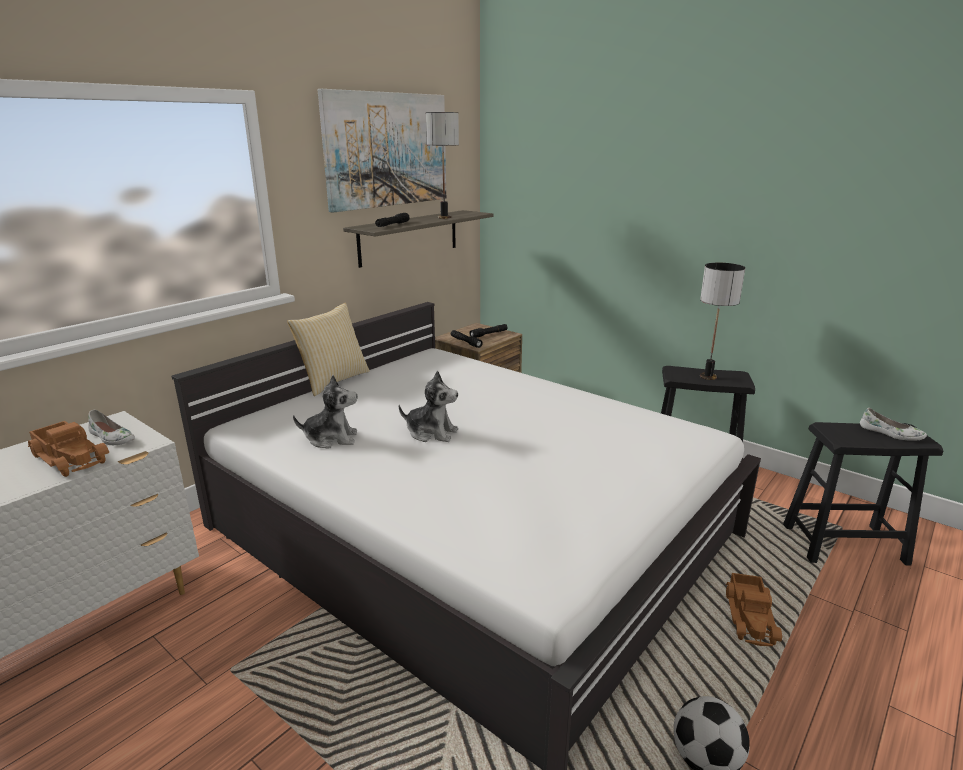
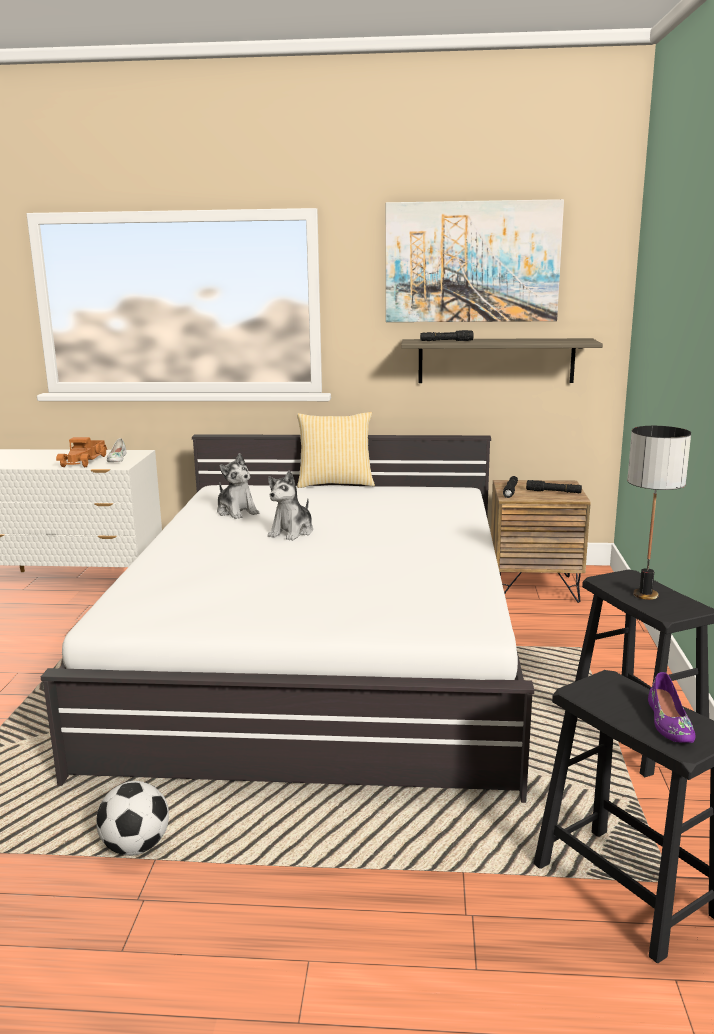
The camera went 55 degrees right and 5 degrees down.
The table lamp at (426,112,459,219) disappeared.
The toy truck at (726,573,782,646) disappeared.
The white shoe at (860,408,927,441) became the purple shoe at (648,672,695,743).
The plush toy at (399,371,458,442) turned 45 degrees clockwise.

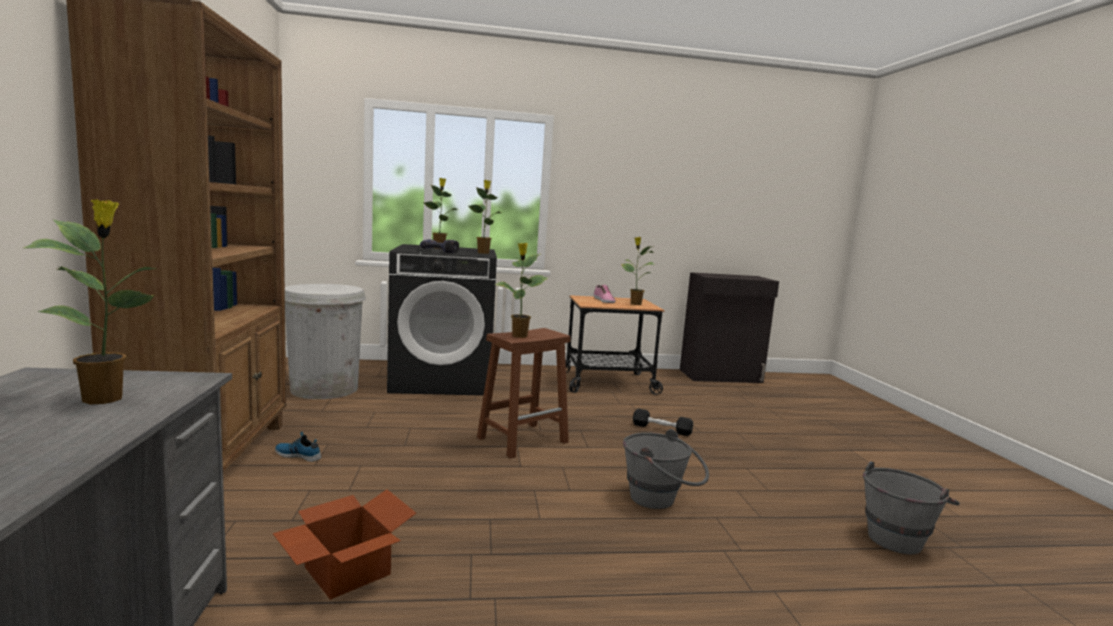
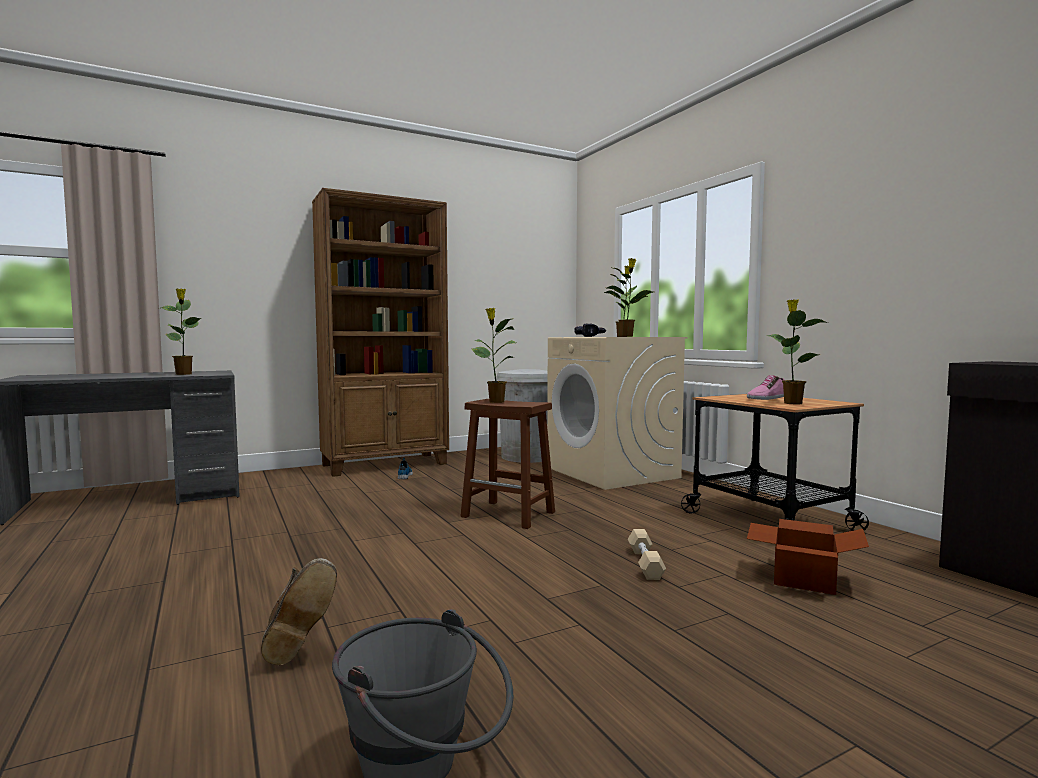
The camera went 70 degrees right and 5 degrees down.
The grey bucket at (623,429,709,509) disappeared.
The brown boot at (261,558,337,665) appeared.
The cardboard box moved from (273,489,416,600) to (747,519,869,595).
The black washing machine at (387,244,497,396) became the beige washing machine at (547,337,687,490).
The black dumbbell at (633,408,693,436) became the beige dumbbell at (628,529,666,580).

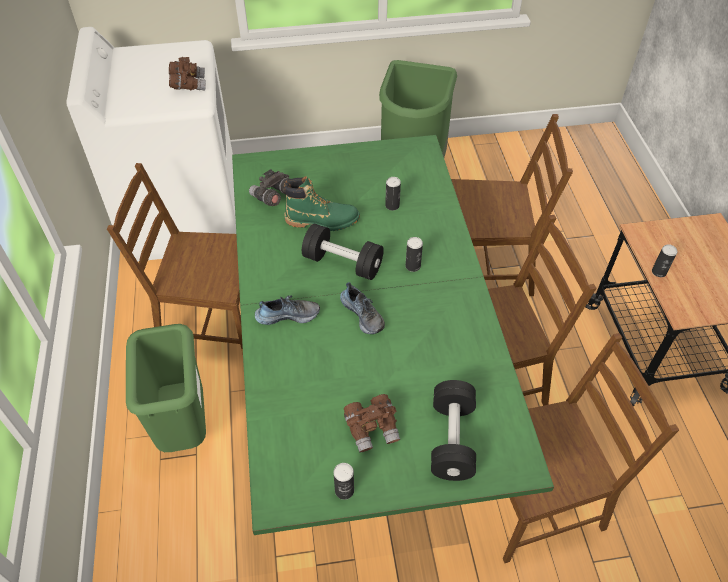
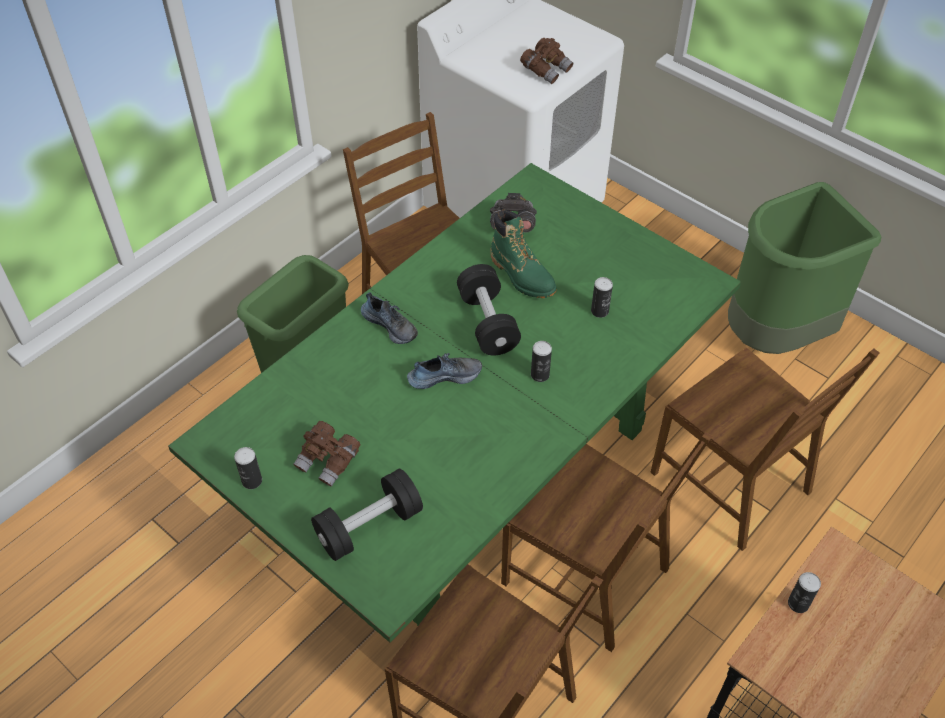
The camera went 50 degrees right and 0 degrees up.
The shoe at (340,282,385,334) turned 120 degrees counterclockwise.

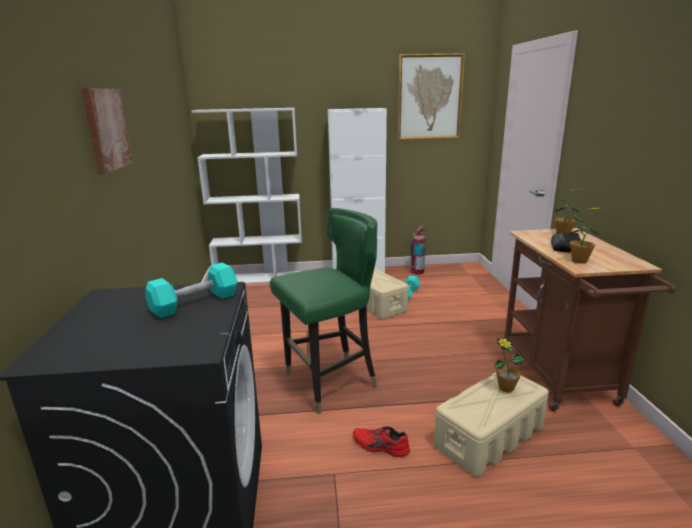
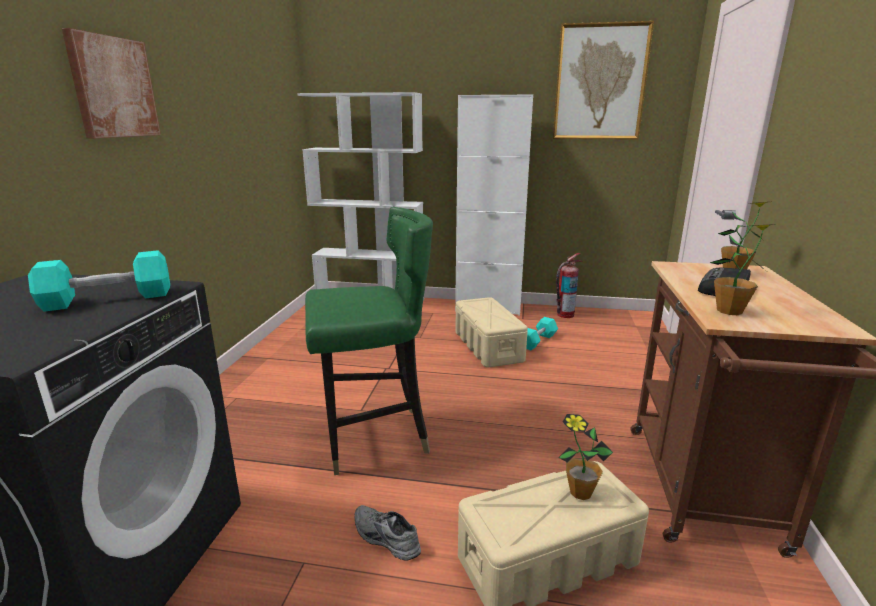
The camera went 15 degrees right and 0 degrees up.
The red shoe at (353,426,410,457) became the grey shoe at (355,505,421,561).

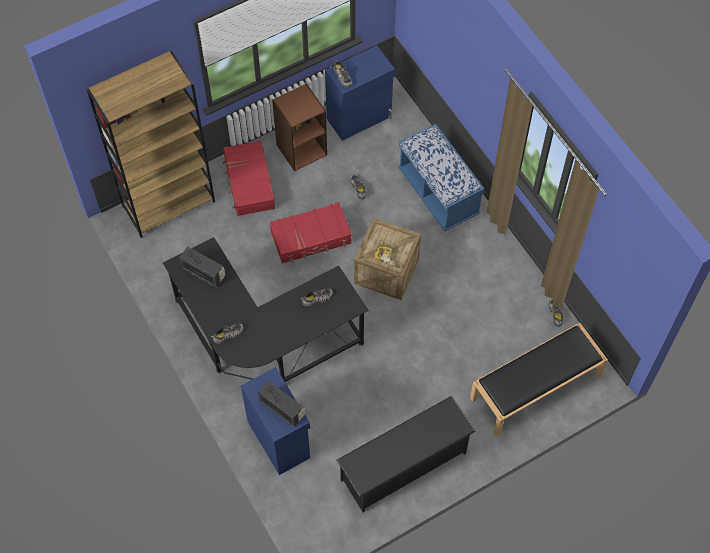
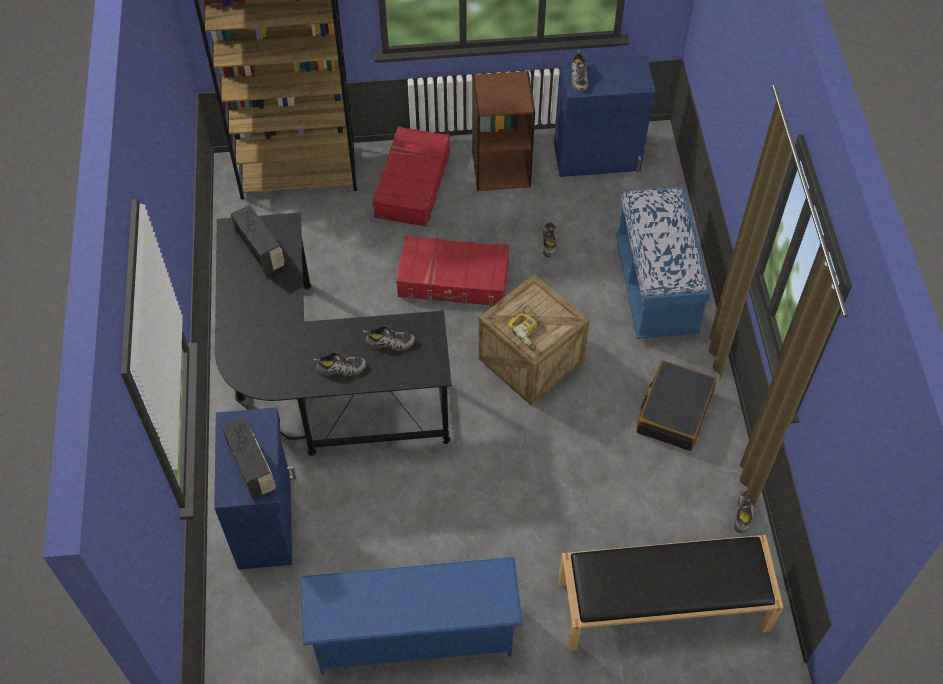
The camera went 25 degrees right and 5 degrees down.
The black suitcase at (636,360,717,451) appeared.
The shoe moved from (211,324,243,344) to (313,352,366,376).
The black shoe rack at (337,396,476,512) became the blue shoe rack at (301,557,523,674).

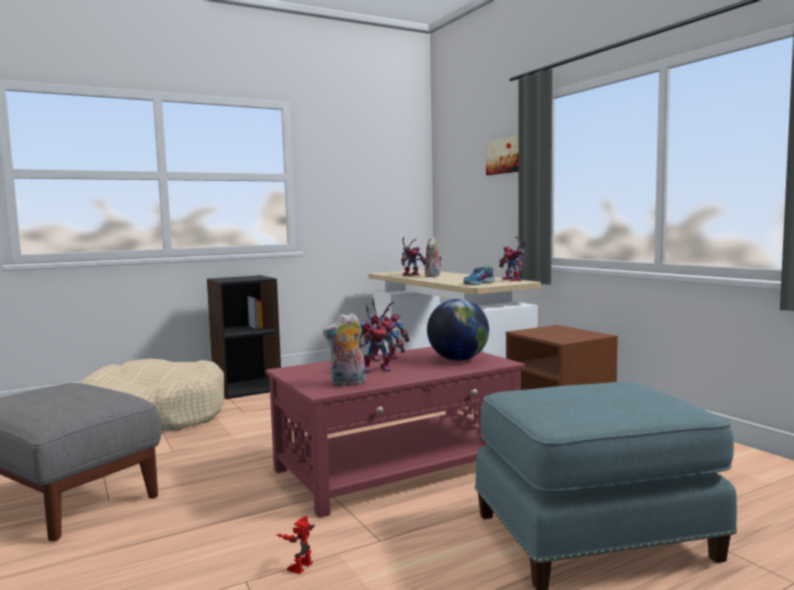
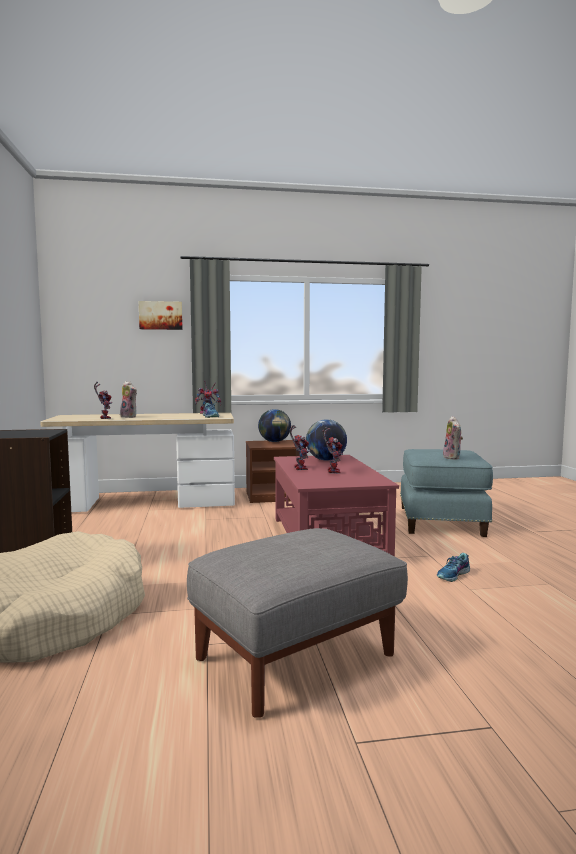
The camera went 70 degrees left and 0 degrees up.
The globe at (258,409,291,442) appeared.
The plush toy moved from (323,313,366,386) to (443,416,463,459).
The toy robot at (276,516,315,574) was replaced by the shoe at (437,553,470,582).

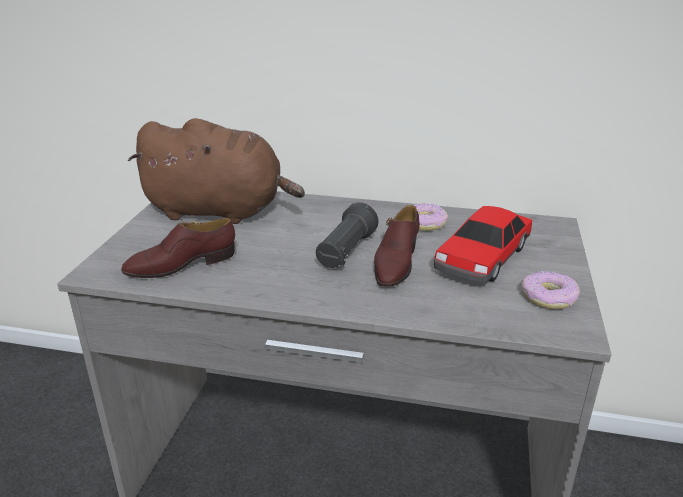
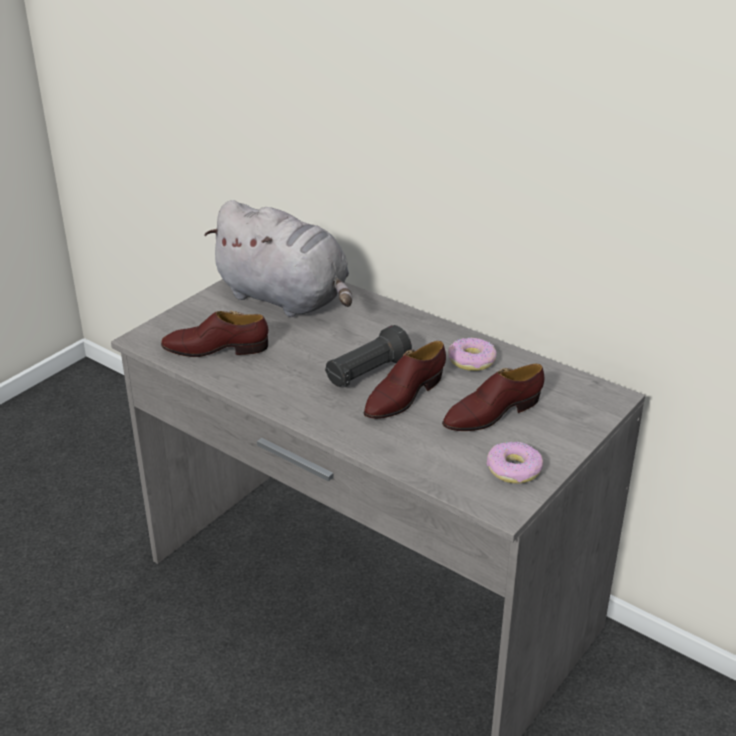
The camera went 25 degrees right and 5 degrees up.
The toy car at (434,206,532,284) was replaced by the brown shoe at (442,364,544,431).
The brown plush toy at (128,118,305,224) became the grey plush toy at (204,200,352,317).

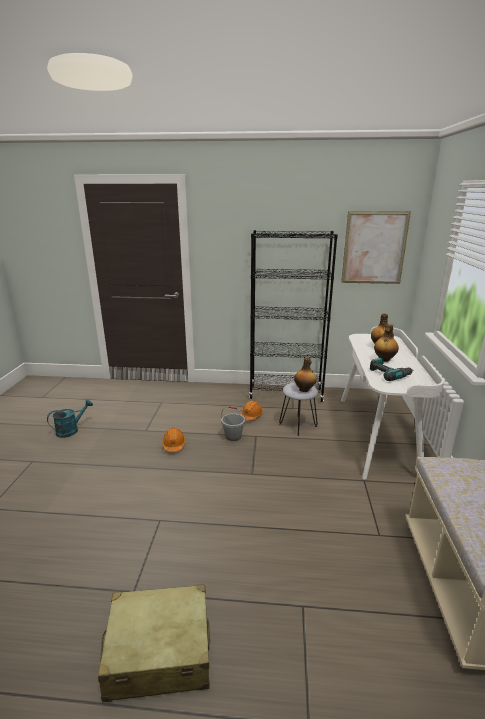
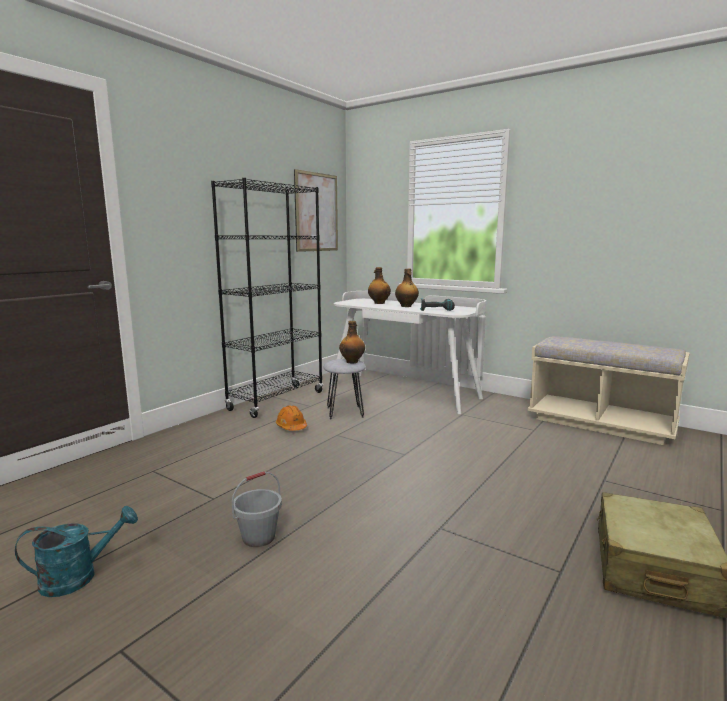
The camera went 60 degrees left and 10 degrees down.
The orange hard hat at (162,428,186,452) disappeared.
The grey bucket moved from (221,406,246,441) to (232,471,282,547).
The turquoise watering can at (47,399,93,438) turned 75 degrees clockwise.

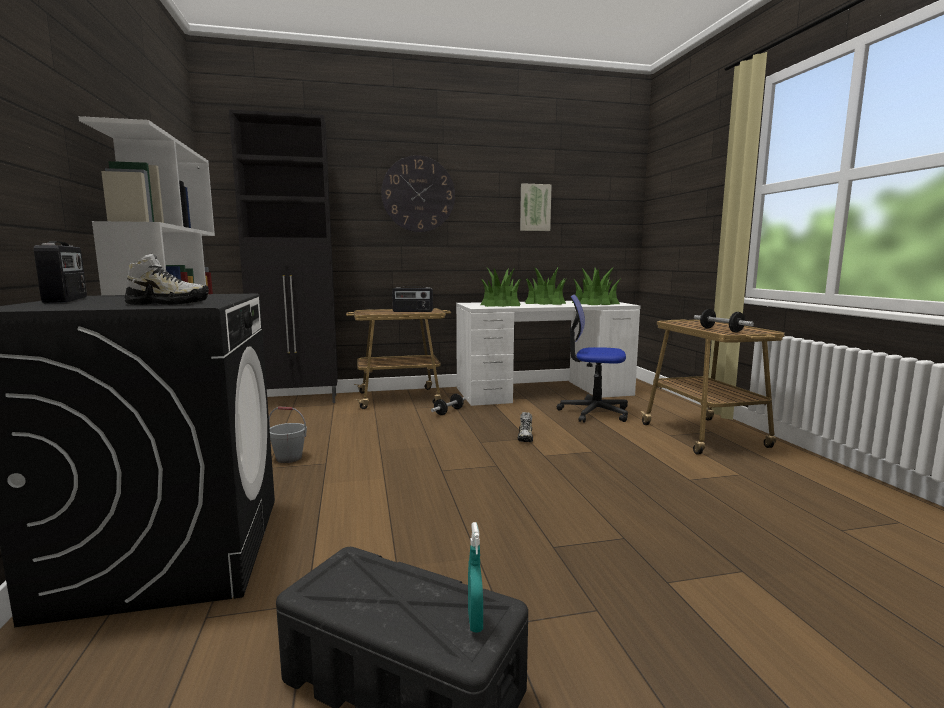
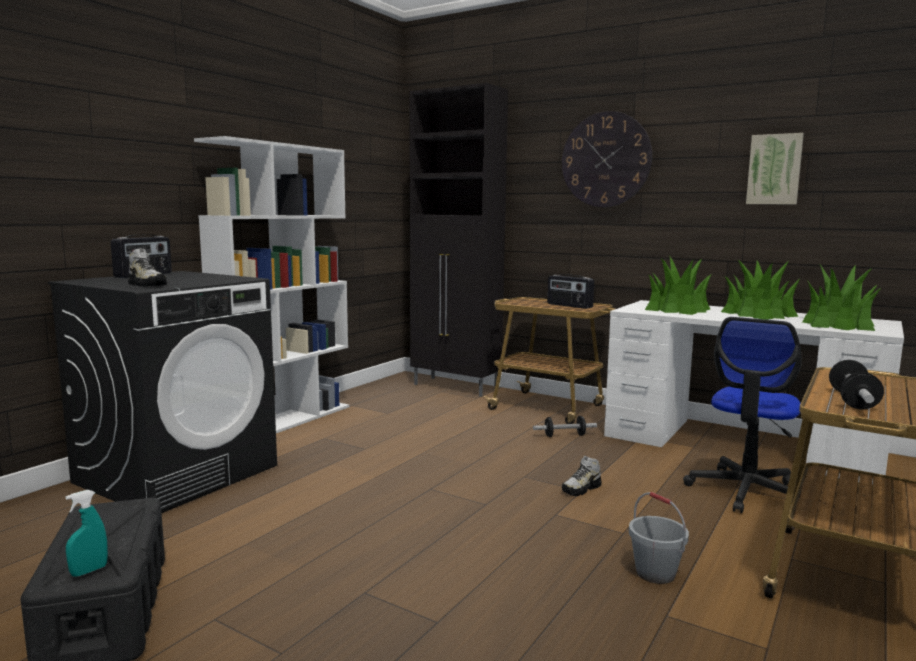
The camera went 45 degrees right and 0 degrees up.
The grey bucket moved from (269,407,307,463) to (629,492,689,584).
The office chair at (557,294,628,423) turned 120 degrees counterclockwise.

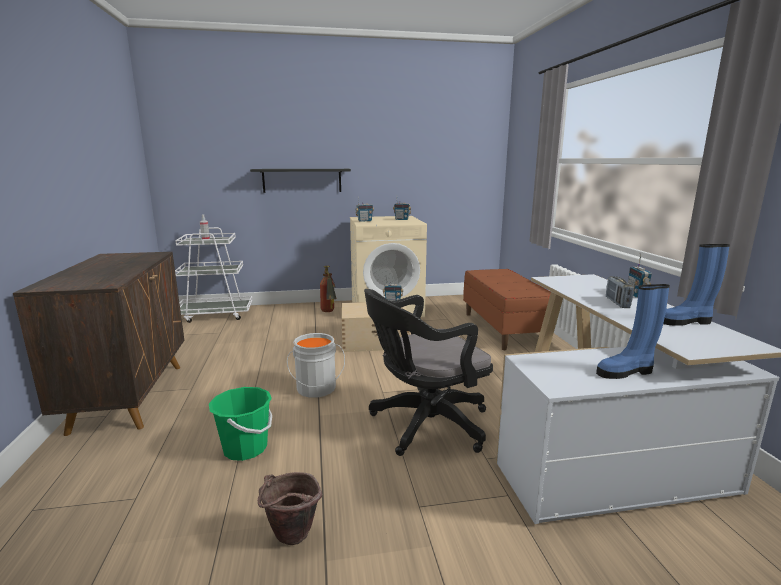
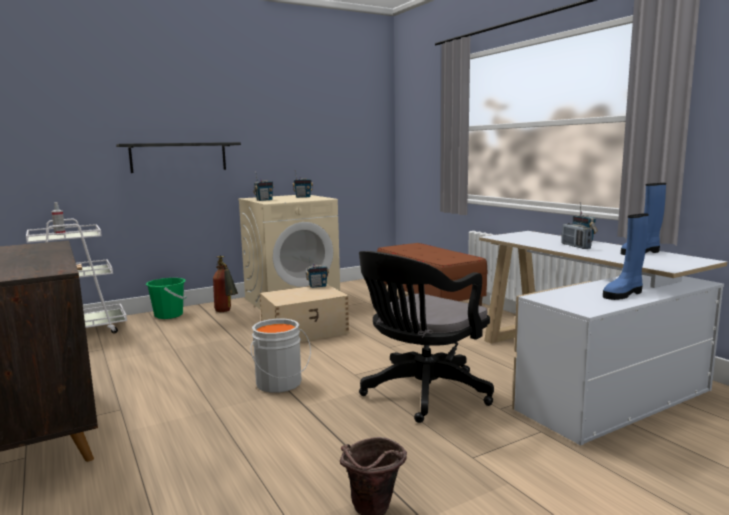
The camera went 20 degrees left and 5 degrees down.
The green bucket moved from (209,387,272,461) to (146,278,186,319).

